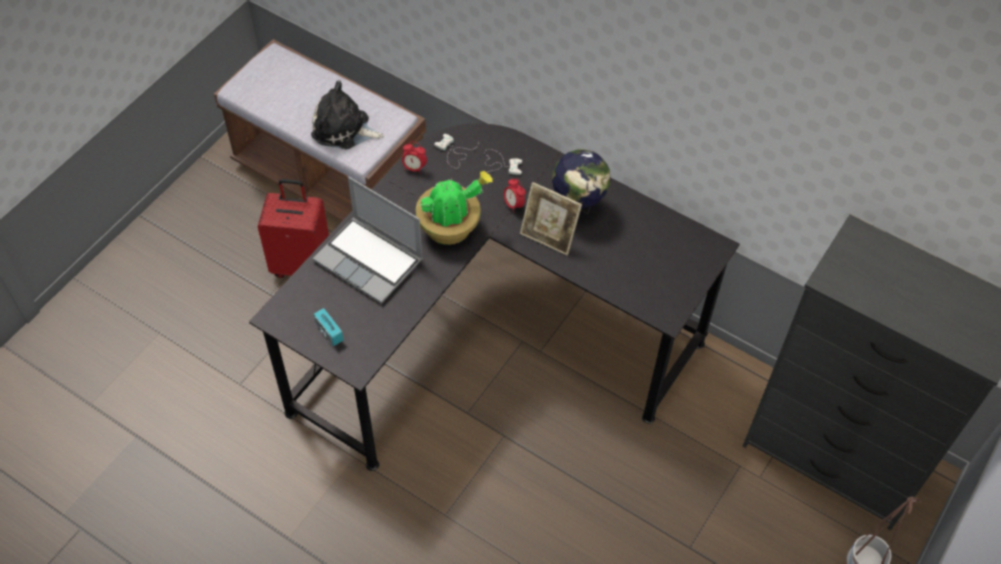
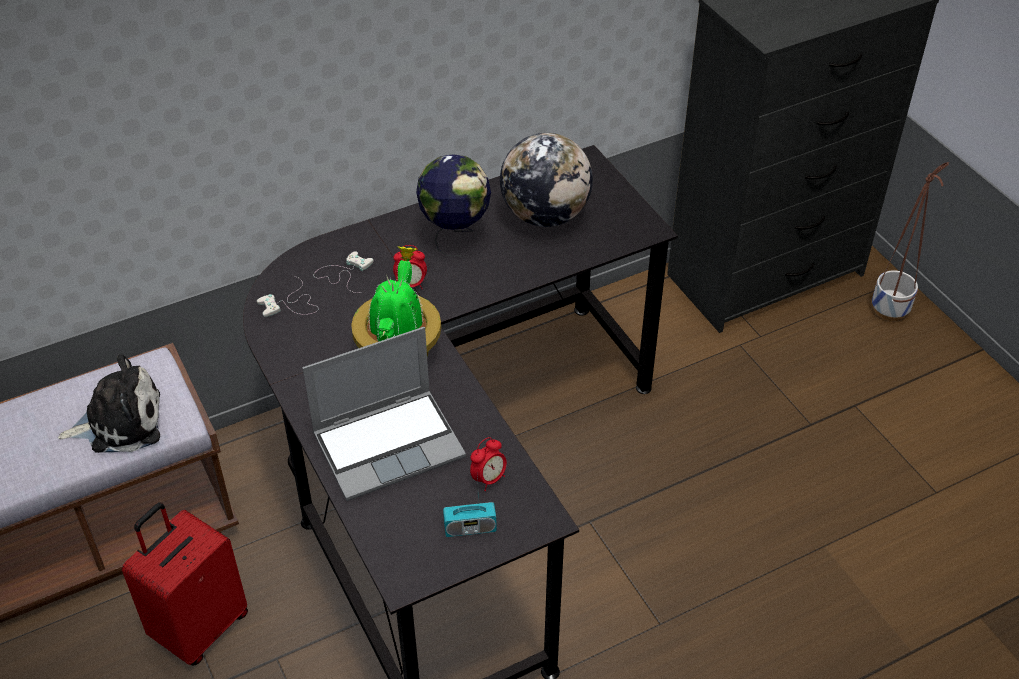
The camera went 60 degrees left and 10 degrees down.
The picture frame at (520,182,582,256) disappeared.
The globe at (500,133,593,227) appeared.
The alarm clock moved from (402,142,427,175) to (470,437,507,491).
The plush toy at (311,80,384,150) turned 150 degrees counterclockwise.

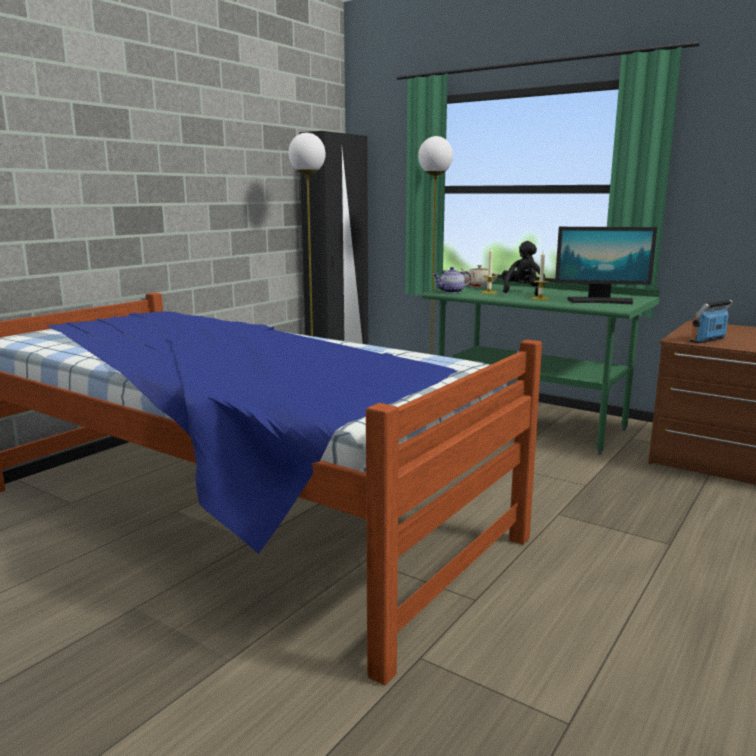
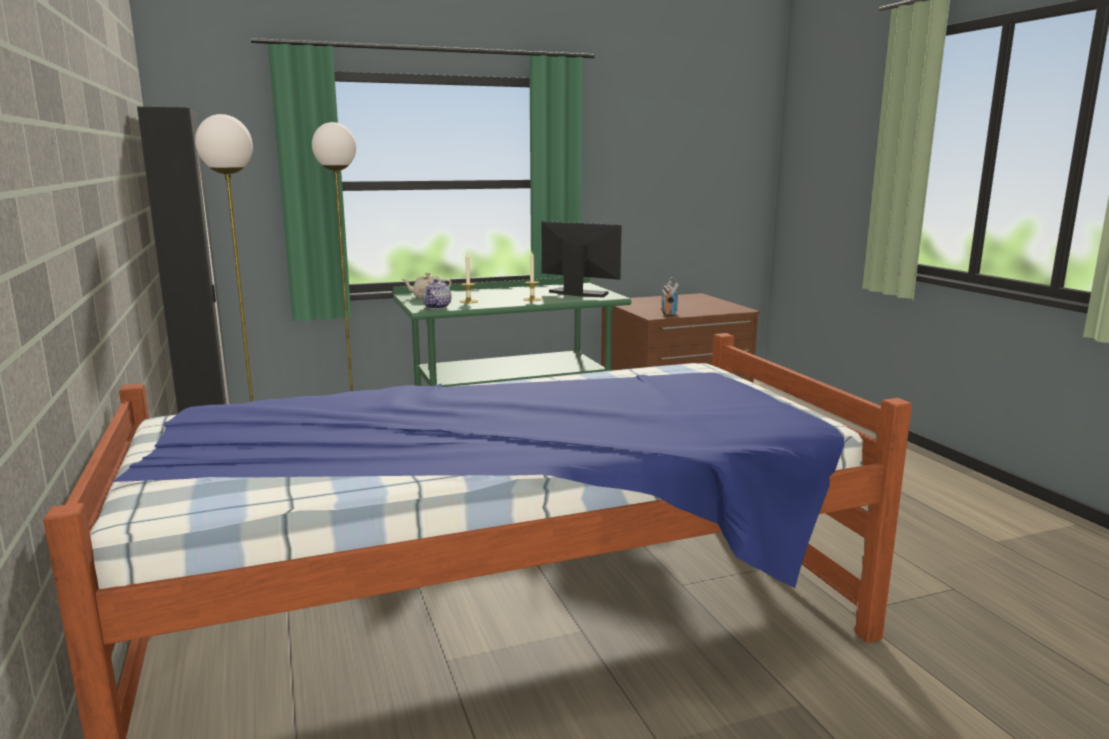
The camera went 55 degrees left and 0 degrees up.
The black plush toy at (502,241,545,296) disappeared.
The monitor at (555,227,657,304) turned 105 degrees counterclockwise.

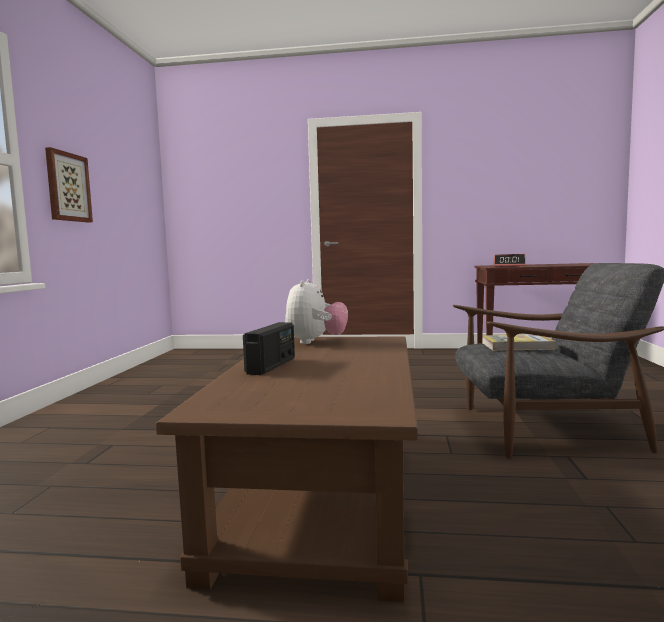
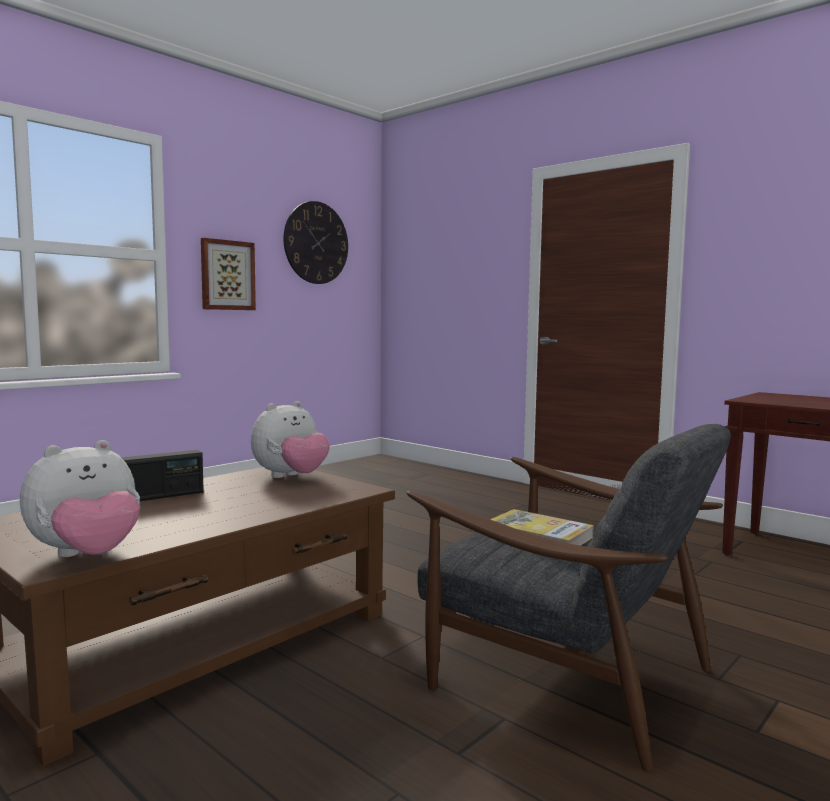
The camera went 35 degrees right and 0 degrees up.
The alarm clock at (494,254,526,267) disappeared.
The plush toy at (20,440,140,557) appeared.
The wall clock at (284,201,348,284) appeared.

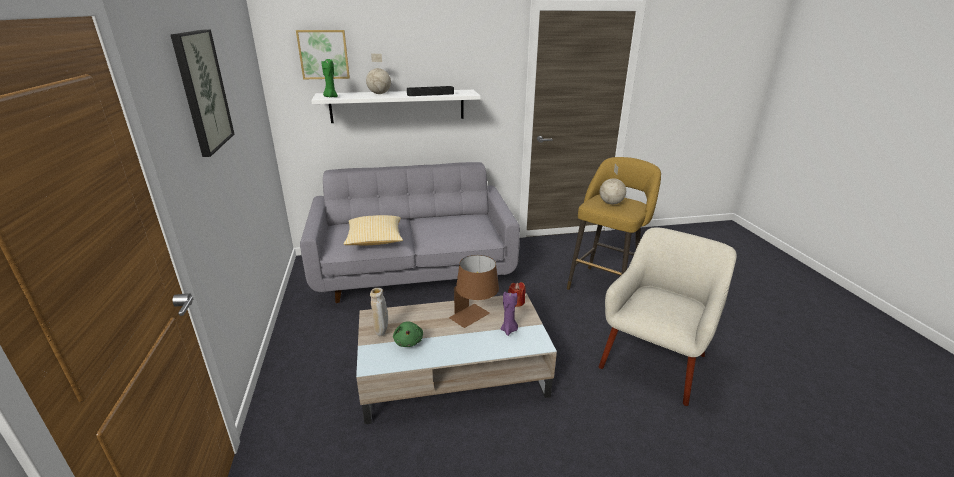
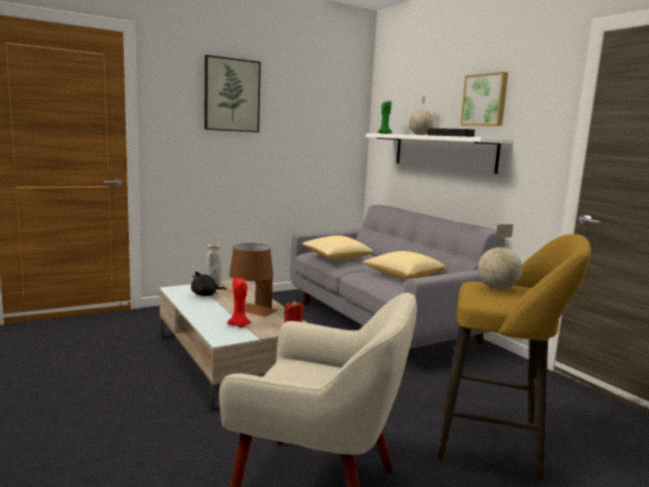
The camera went 70 degrees right and 15 degrees down.
The pillow at (363,251,446,280) appeared.
The picture moved from (296,30,350,79) to (460,72,508,126).
The green plush toy at (393,321,423,347) became the black plush toy at (191,272,226,296).
The purple candle at (501,291,518,336) became the red candle at (227,278,251,327).

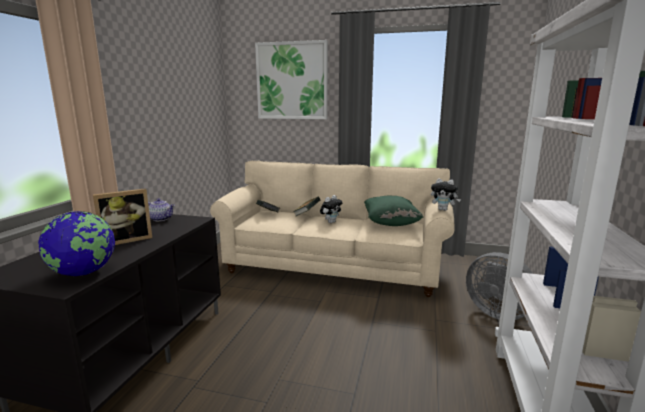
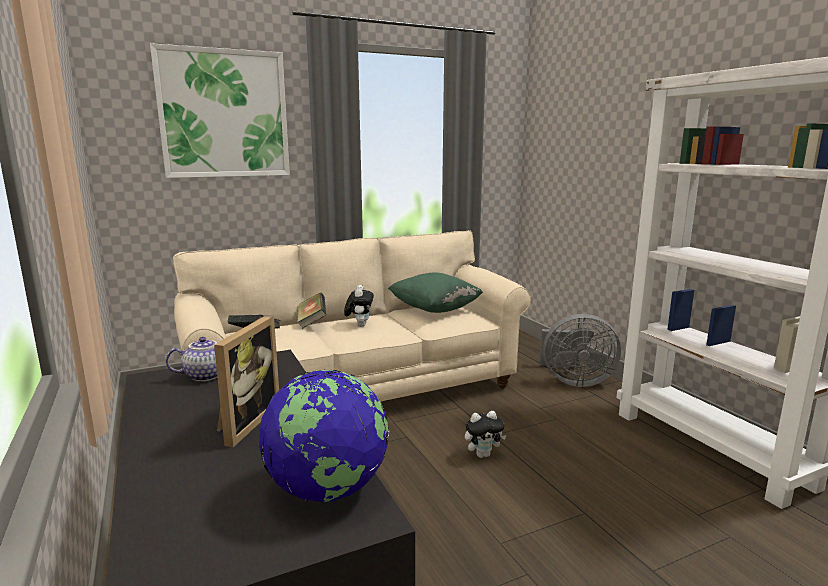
The camera went 40 degrees left and 0 degrees up.
The plush toy moved from (431,178,461,211) to (465,411,507,458).

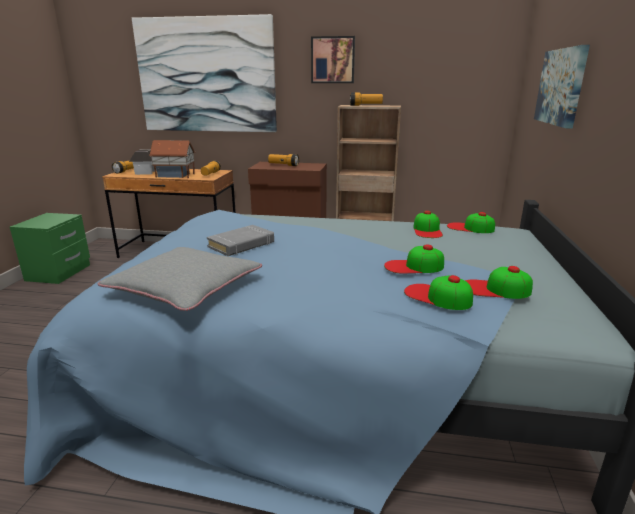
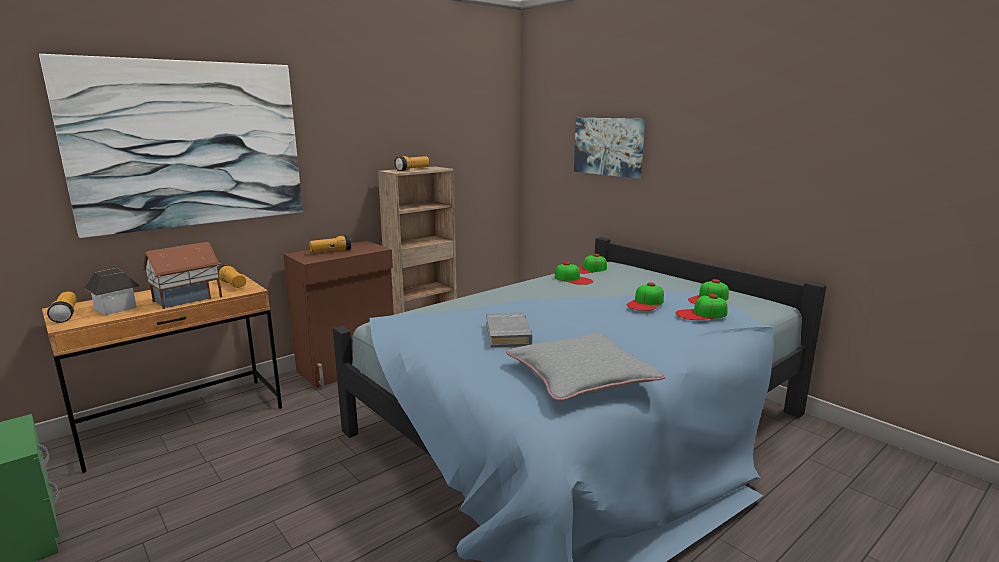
The camera went 50 degrees left and 5 degrees down.
The picture at (311,36,355,83) disappeared.

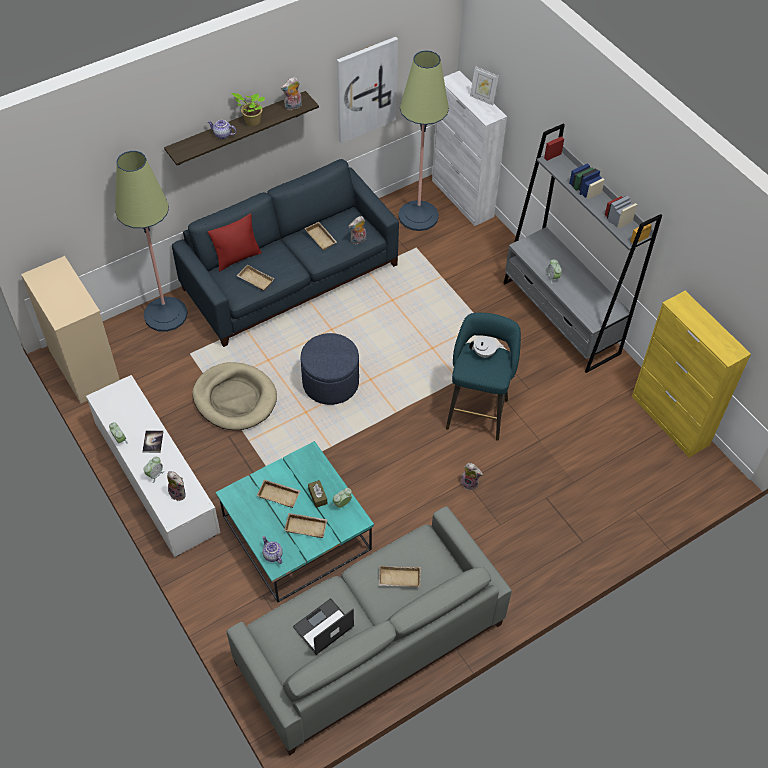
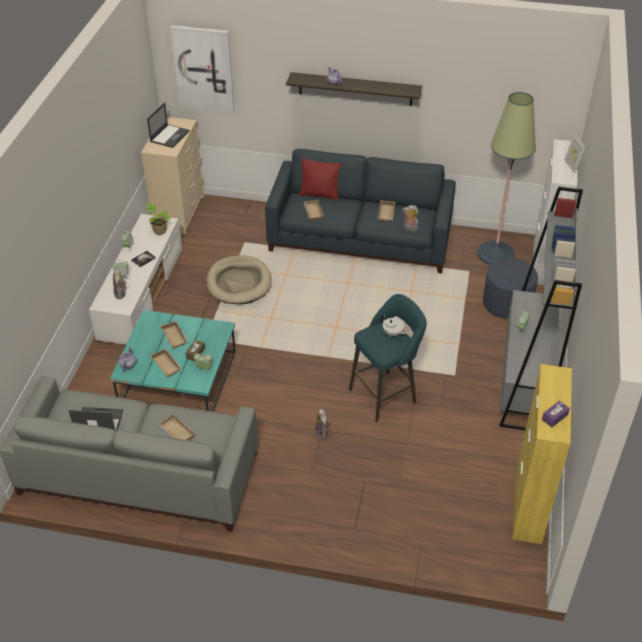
The camera went 45 degrees right and 10 degrees down.
The floor lamp at (115,151,188,332) disappeared.
The plush toy at (281,77,302,110) disappeared.
The laptop at (147,102,190,148) appeared.
The purple tissue box at (542,401,570,427) appeared.
The potted plant moved from (231,93,265,126) to (146,202,170,235).
The blue ottoman moved from (301,333,359,405) to (483,258,538,319).
The picture moved from (337,37,398,143) to (170,25,235,113).

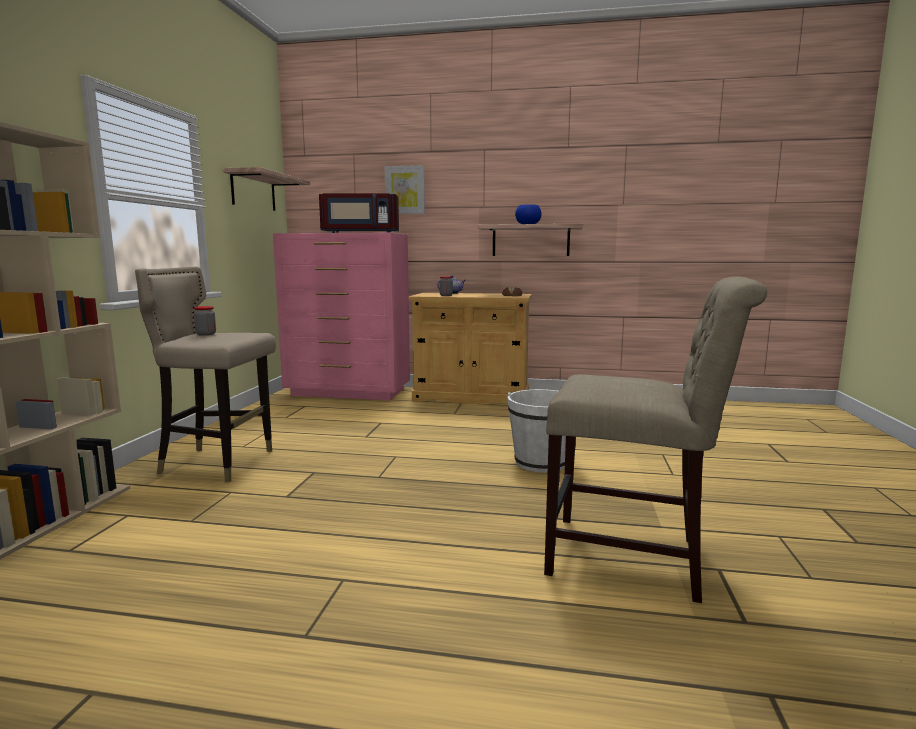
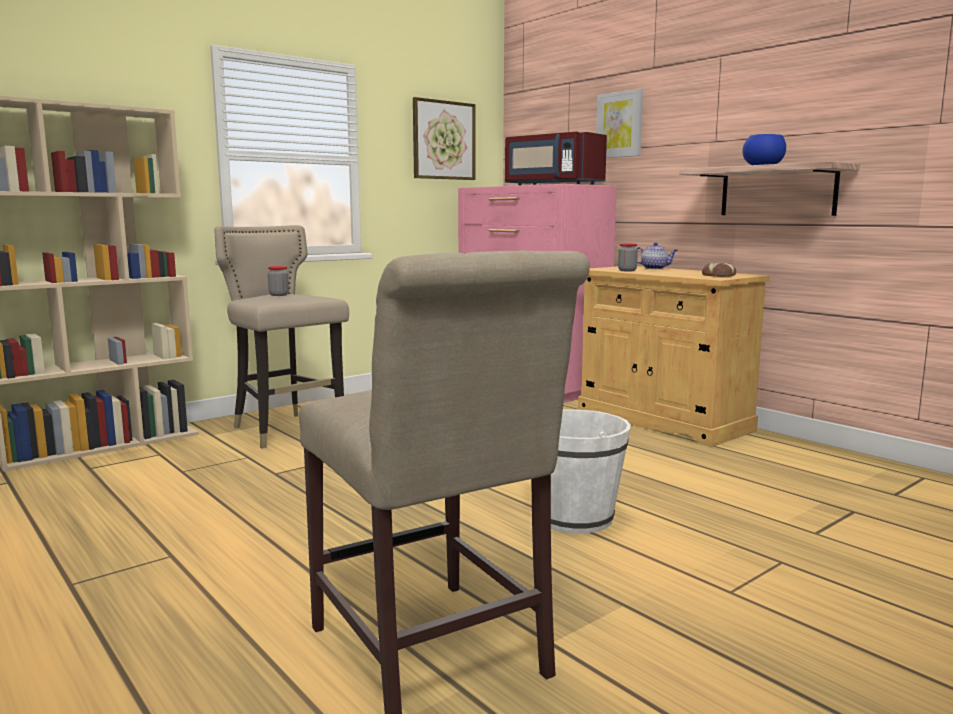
The camera went 40 degrees right and 0 degrees up.
The shelf at (223,167,310,211) was replaced by the picture at (413,97,476,180).

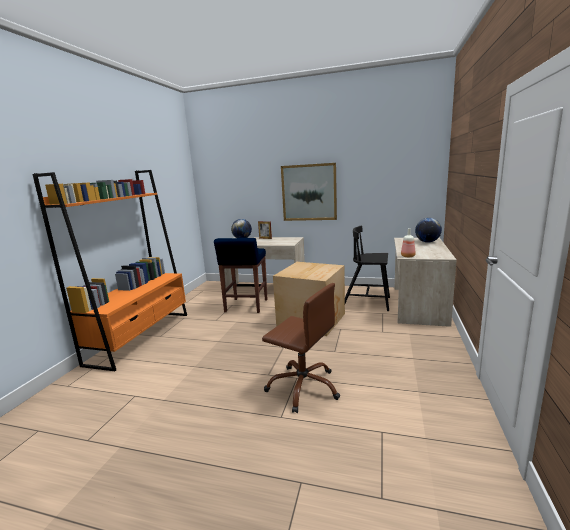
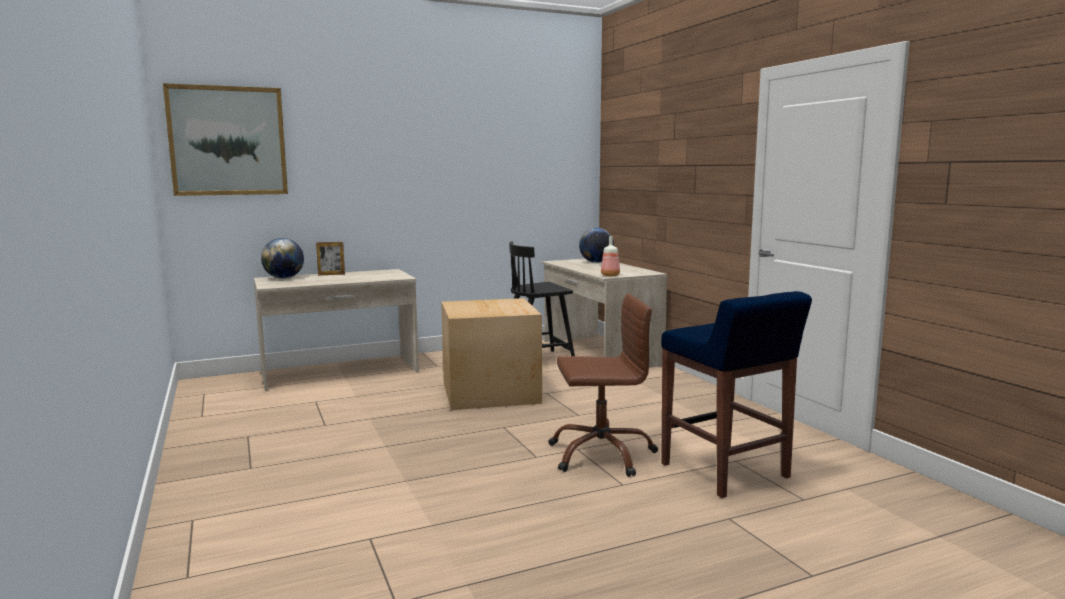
The camera went 40 degrees left and 5 degrees down.
The orange bookcase at (32,170,187,371) disappeared.
The blue stool moved from (214,238,268,313) to (661,291,812,498).
The picture moved from (281,163,337,221) to (163,83,288,196).

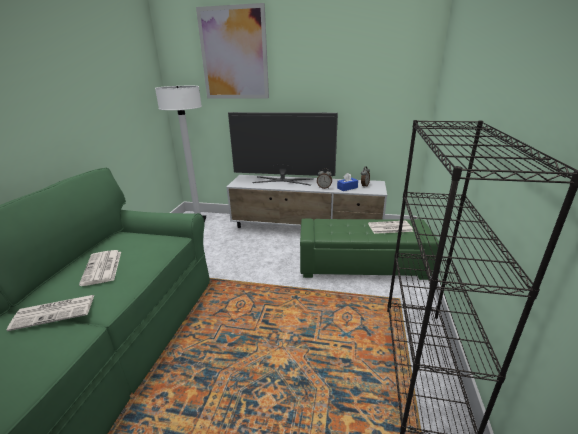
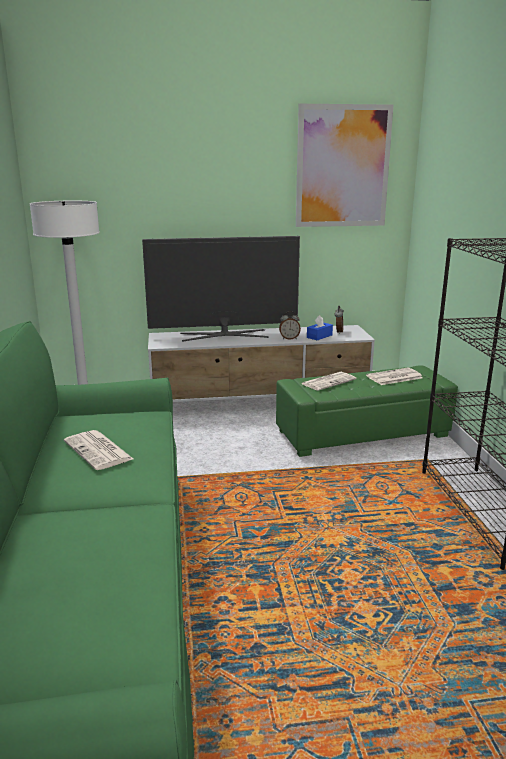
The camera went 20 degrees left and 5 degrees down.
The newspaper moved from (7,295,94,331) to (302,372,356,391).
The picture moved from (196,3,269,99) to (296,104,393,227).

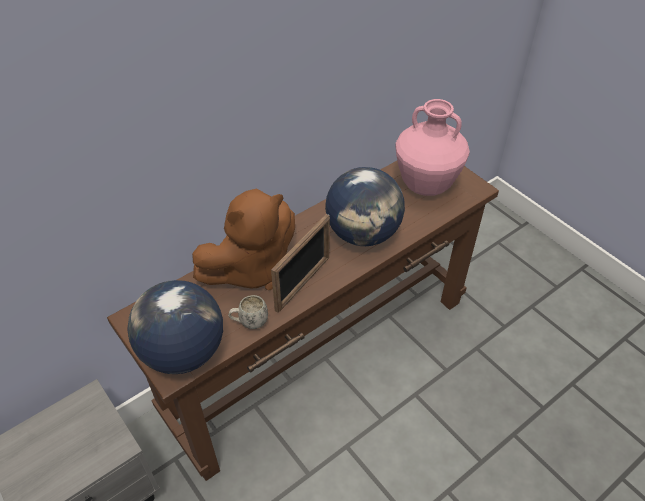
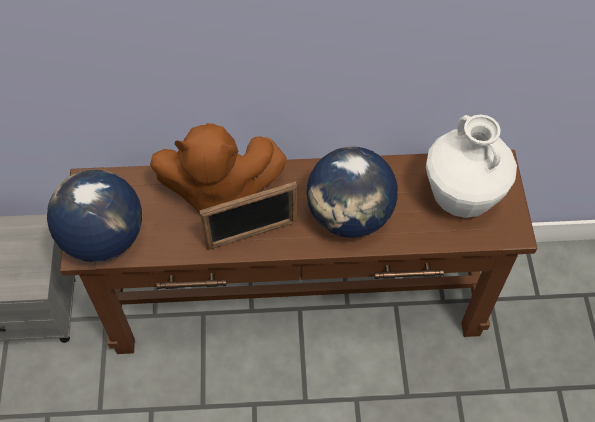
The camera went 35 degrees right and 10 degrees up.
The white mug at (228,295,268,329) disappeared.
The pink vase at (395,99,470,196) became the white vase at (426,114,517,218).

